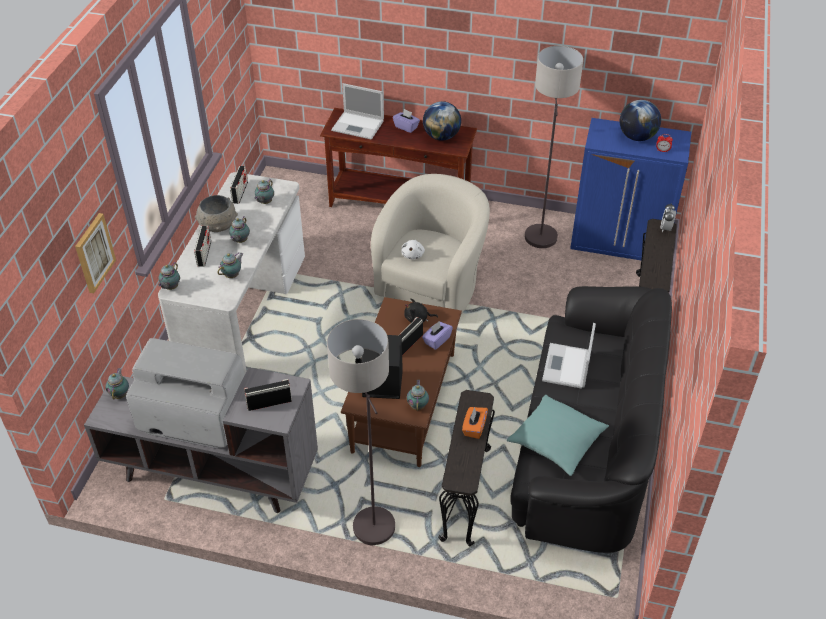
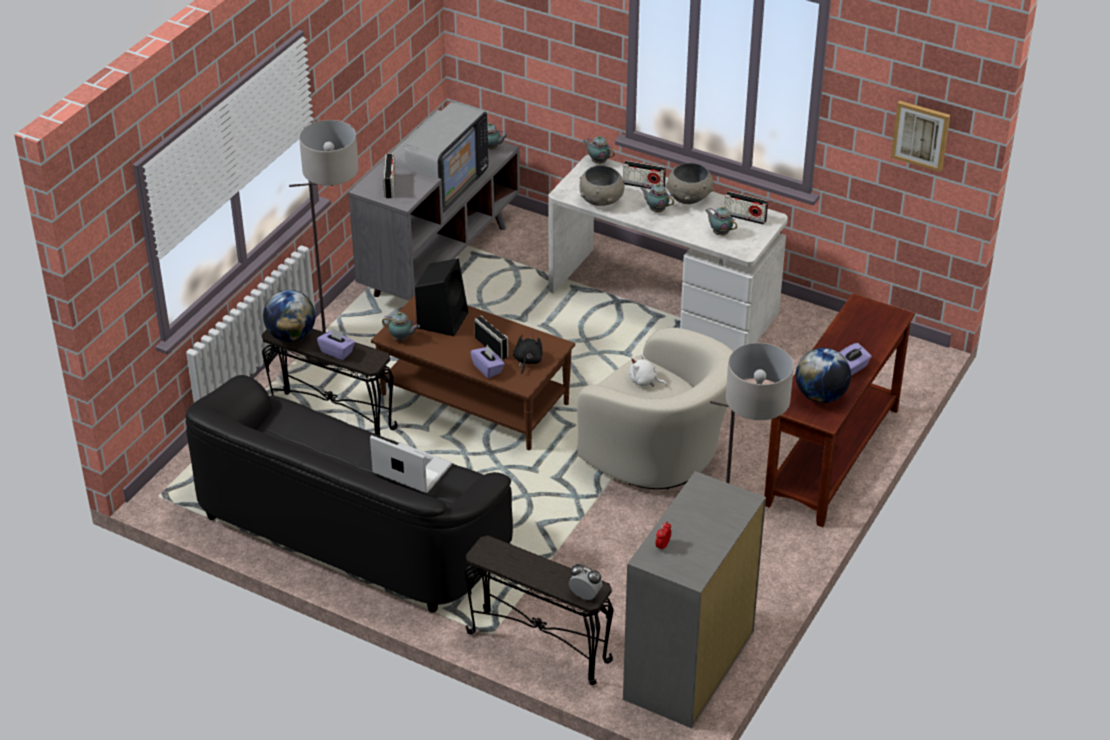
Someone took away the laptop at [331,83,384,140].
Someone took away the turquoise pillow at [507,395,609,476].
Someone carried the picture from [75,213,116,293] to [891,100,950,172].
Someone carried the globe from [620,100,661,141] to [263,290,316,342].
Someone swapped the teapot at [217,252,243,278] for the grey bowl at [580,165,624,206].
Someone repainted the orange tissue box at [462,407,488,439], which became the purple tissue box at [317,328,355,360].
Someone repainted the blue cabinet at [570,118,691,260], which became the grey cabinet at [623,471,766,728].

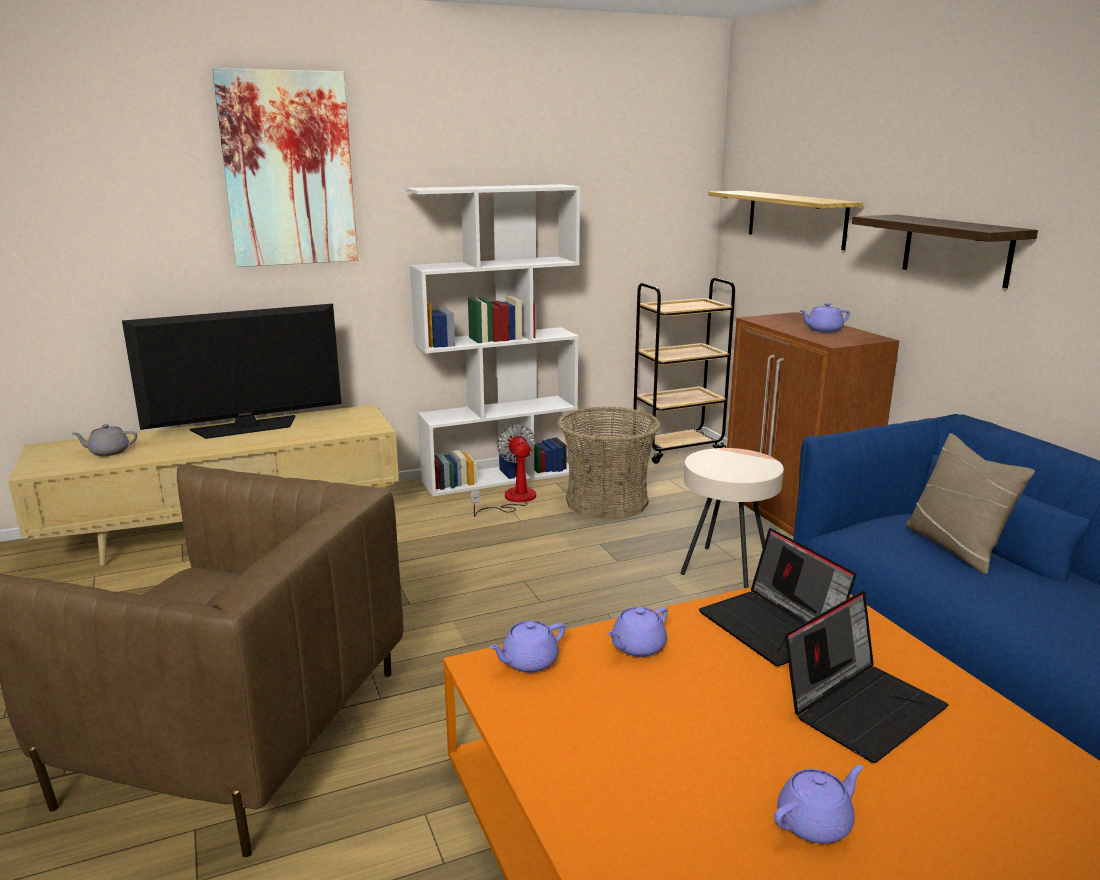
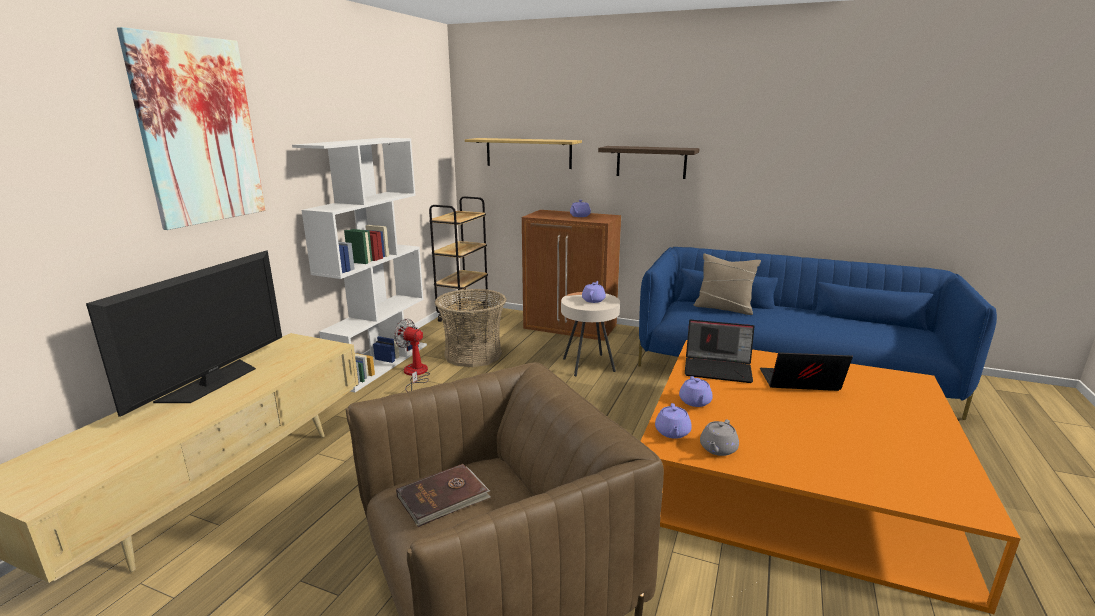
Someone put down the brown book at [396,464,491,527].
Someone carried the grey teapot from [71,424,137,456] to [700,420,739,456].
Someone carried the purple teapot from [774,765,864,844] to [582,281,606,303].
Someone rotated the laptop at [785,591,949,763] by 90 degrees counterclockwise.

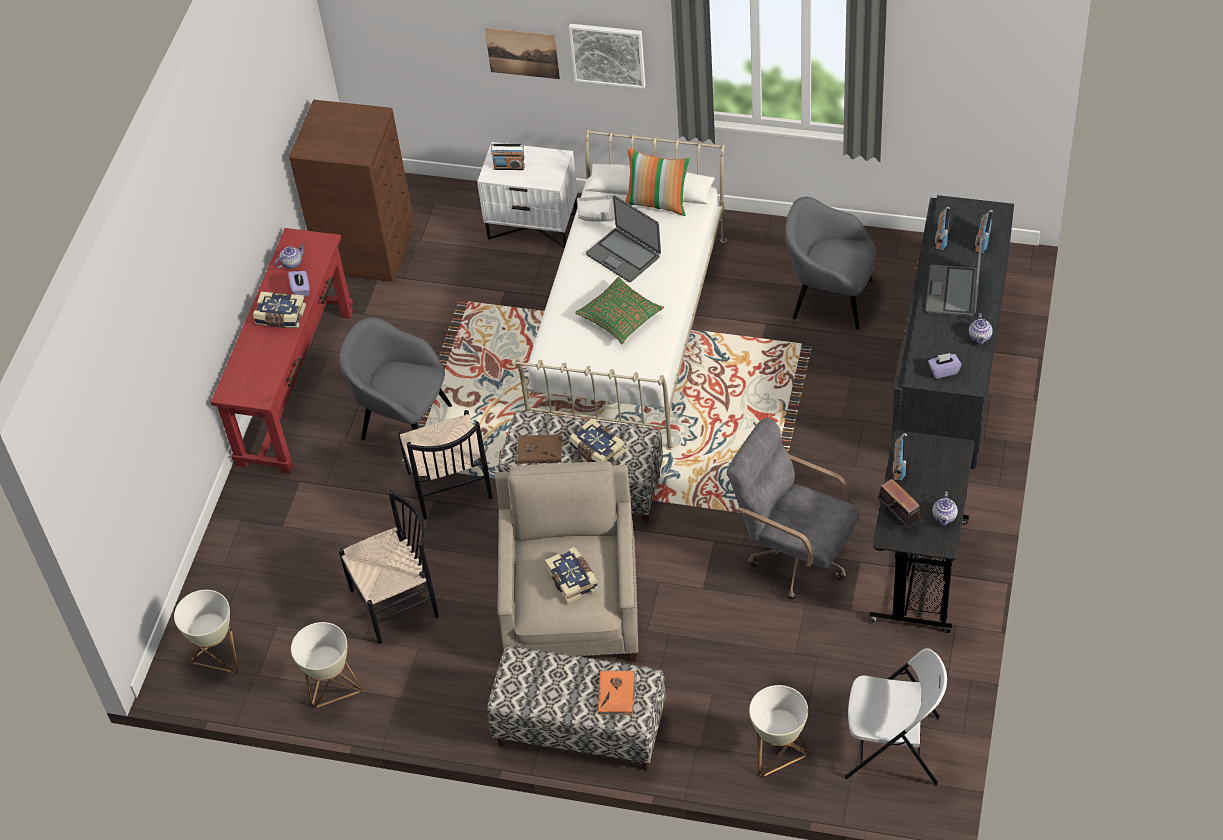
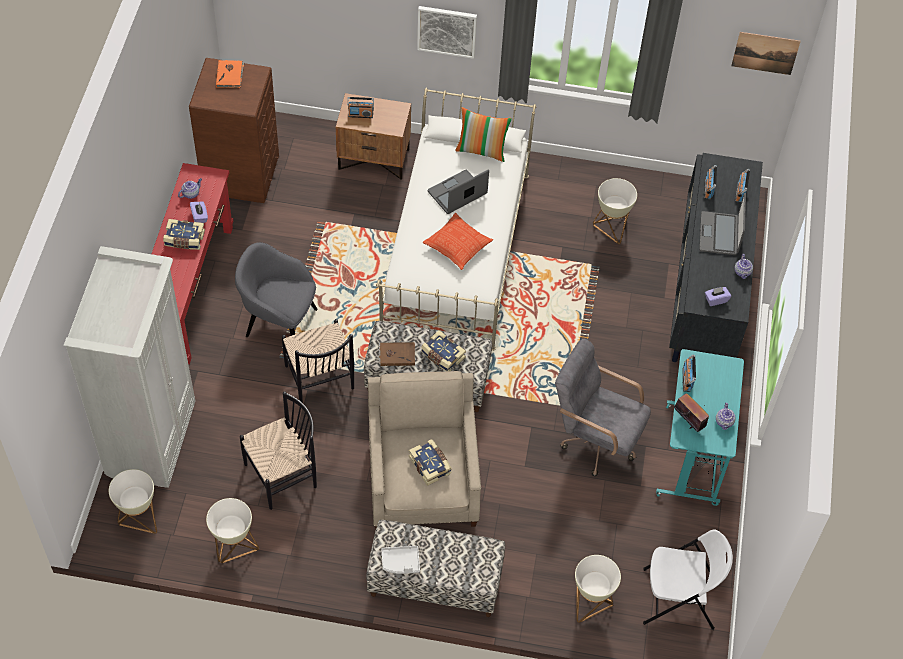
Someone put down the white wardrobe at [64,246,195,488].
Someone carried the picture from [485,28,560,79] to [731,32,801,75].
Someone carried the grey tray from [577,195,616,222] to [381,546,420,574].
Someone carried the orange book from [598,670,637,715] to [216,60,244,88].
Someone swapped the grey armchair at [785,196,876,330] for the planter at [593,178,637,244].
Someone repainted the white nightstand at [477,142,578,248], which became the brown nightstand at [336,93,411,180].
Someone repainted the green pillow at [575,277,664,344], which became the orange pillow at [423,213,493,270].
Someone repainted the black desk at [869,430,975,633], which became the turquoise desk at [656,349,744,506].
Someone rotated the laptop at [586,195,661,282] by 105 degrees clockwise.

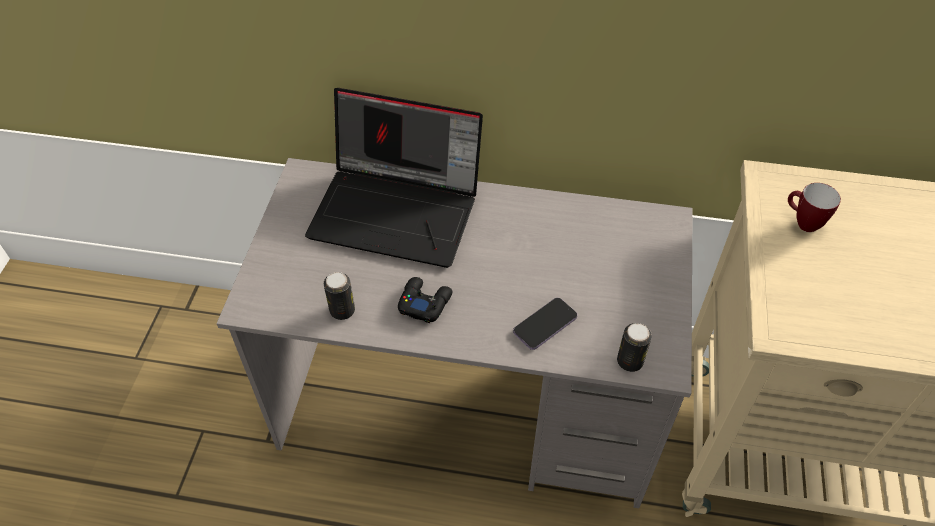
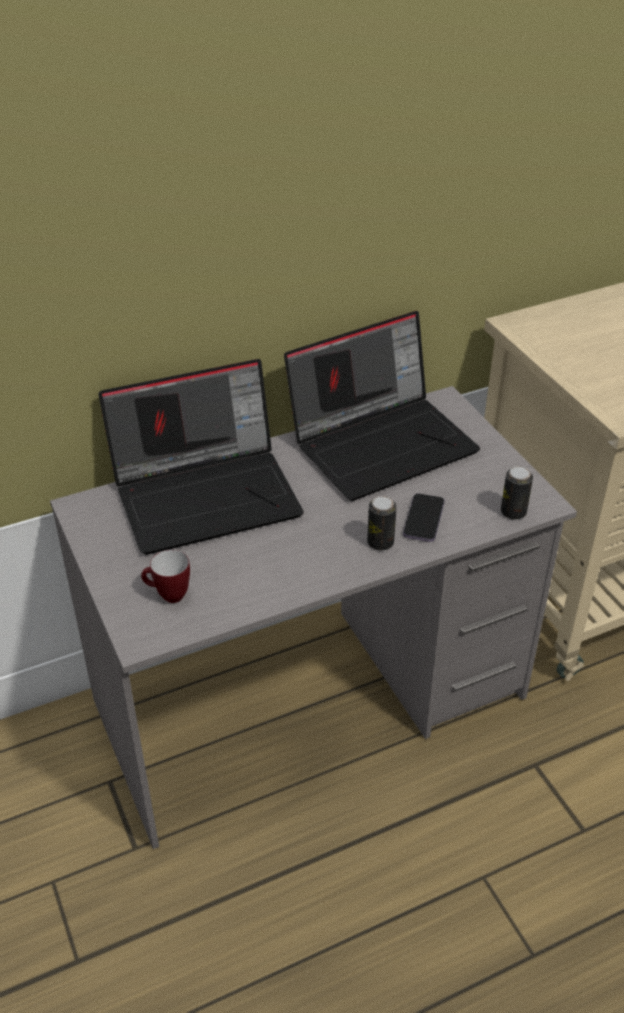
Someone took away the black game controller at [398,277,452,323].
Someone put down the laptop at [284,311,480,501].
Someone carried the can from [324,272,355,320] to [367,496,397,551].
Someone carried the mug from [788,183,841,232] to [141,550,190,603].

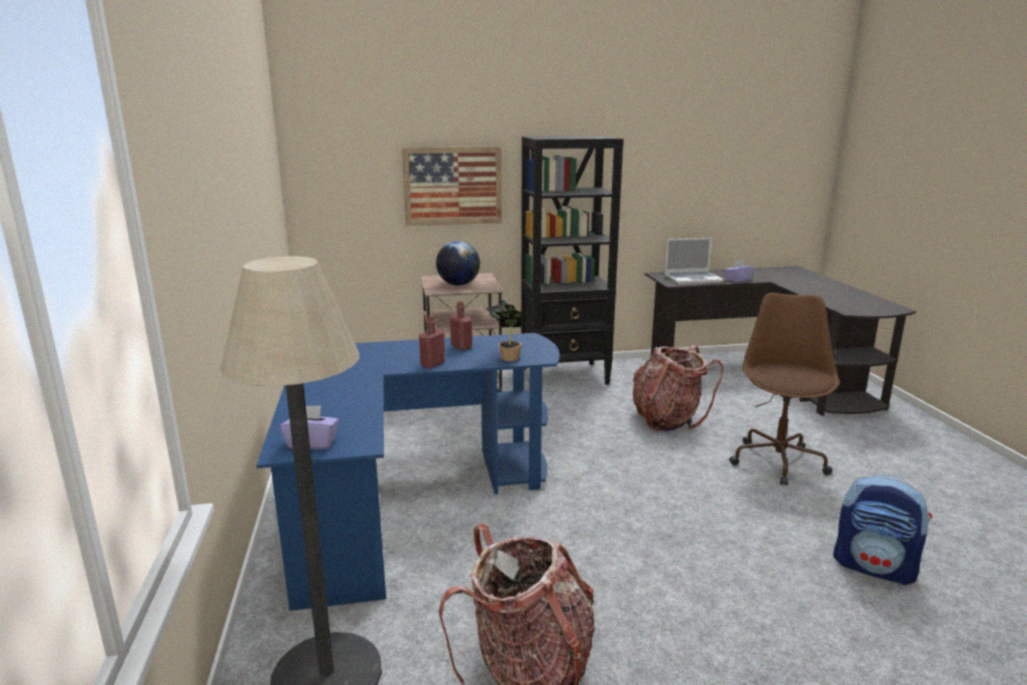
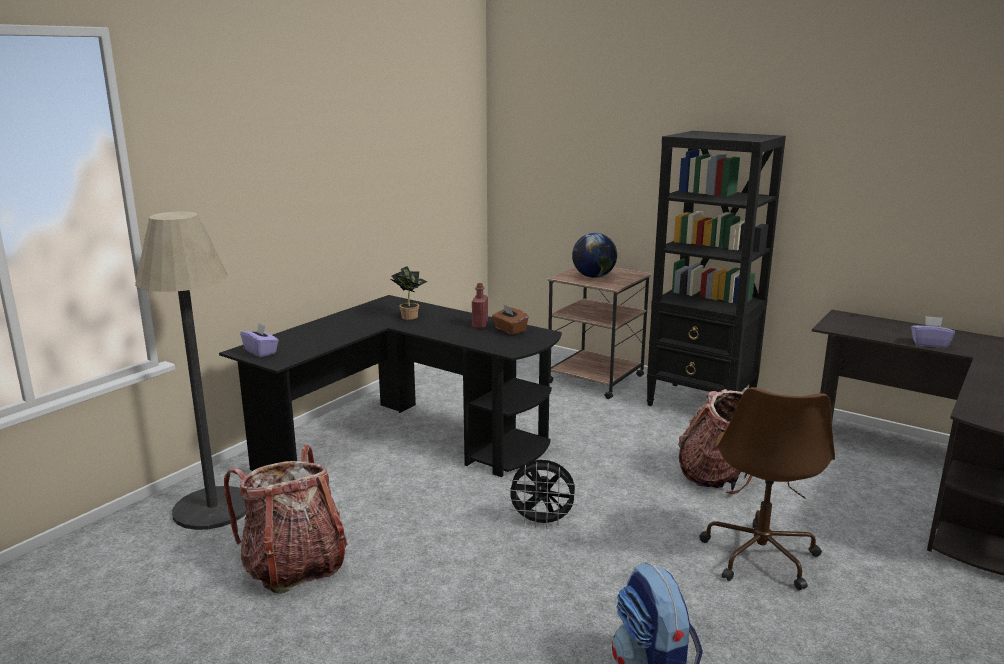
Someone took away the picture at [402,146,502,226].
Someone took away the red bottle at [419,315,445,368].
Someone took away the laptop at [664,238,724,284].
Someone put down the brown tissue box at [492,304,529,335].
Someone put down the black fan at [506,460,579,528].
Someone carried the potted plant from [486,300,528,361] to [391,266,428,320].
Someone repainted the blue desk at [256,333,559,611], which became the black desk at [219,295,562,477].
Someone rotated the brown office chair at [729,293,840,486] by 135 degrees clockwise.

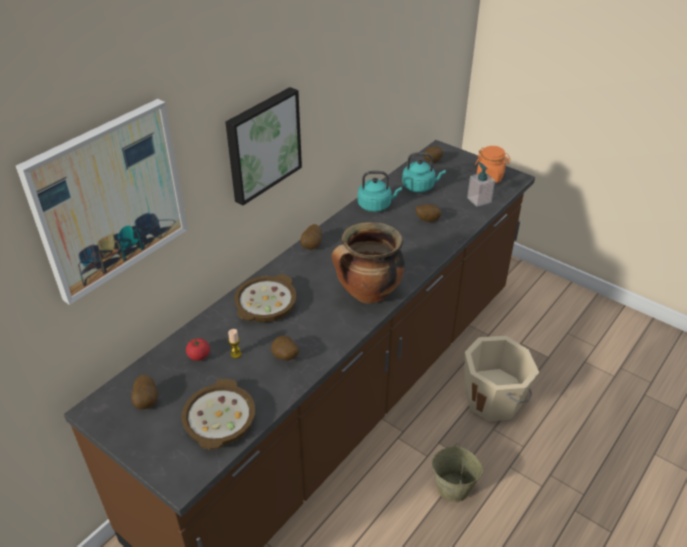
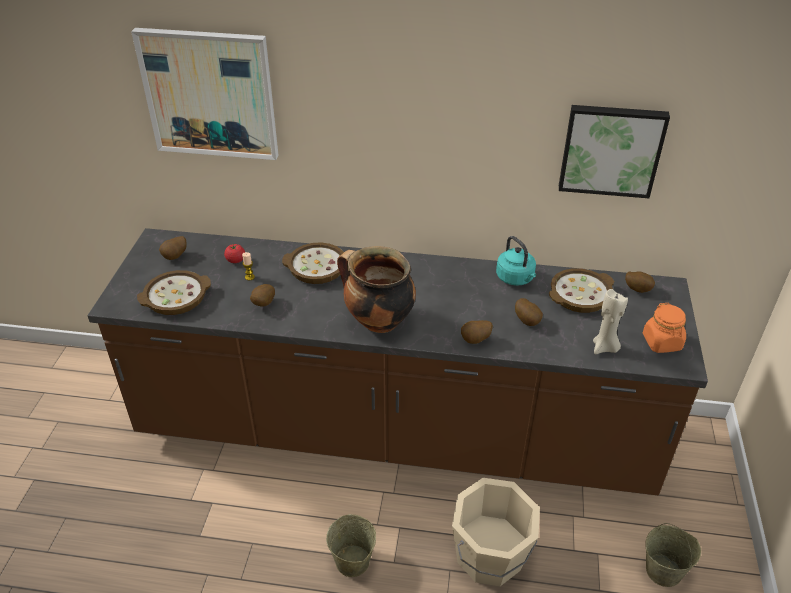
Someone put down the beige bucket at [645,523,701,587].
Someone carried the picture from [225,87,302,205] to [559,105,670,198].
Someone carried the potato from [301,224,322,250] to [461,320,493,344].
Someone swapped the turquoise kettle at [402,152,446,193] for the bowl at [549,268,615,313].
Someone swapped the soap dispenser at [467,162,495,207] for the beige candle at [593,289,628,354].

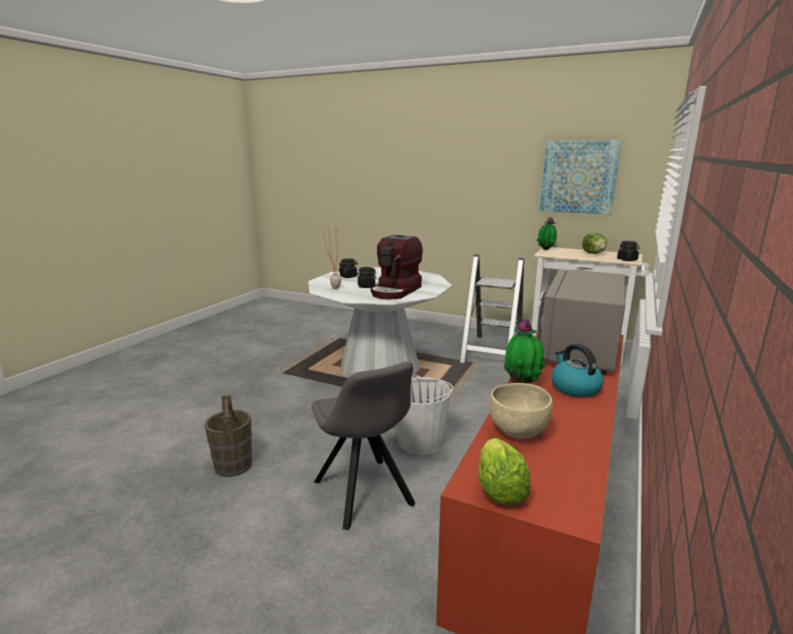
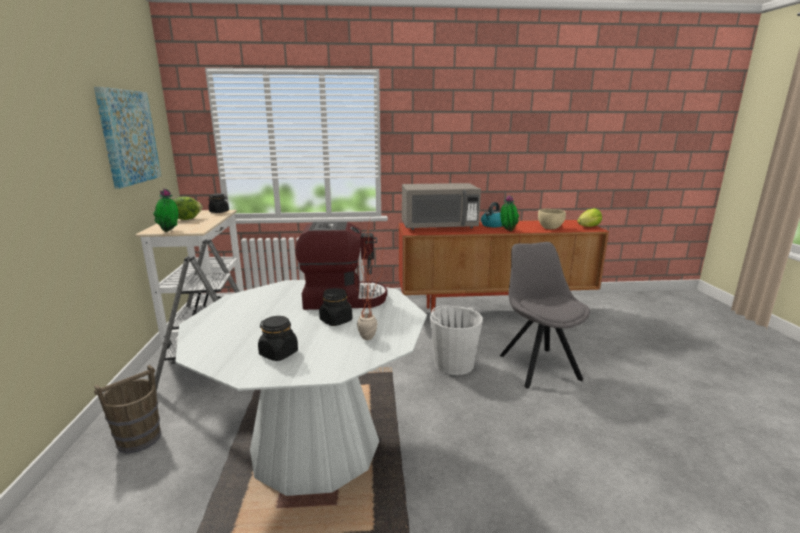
Someone carried the brown bucket from [204,395,252,477] to [94,365,161,454].
Someone rotated the grey chair at [312,362,415,530] by 45 degrees counterclockwise.

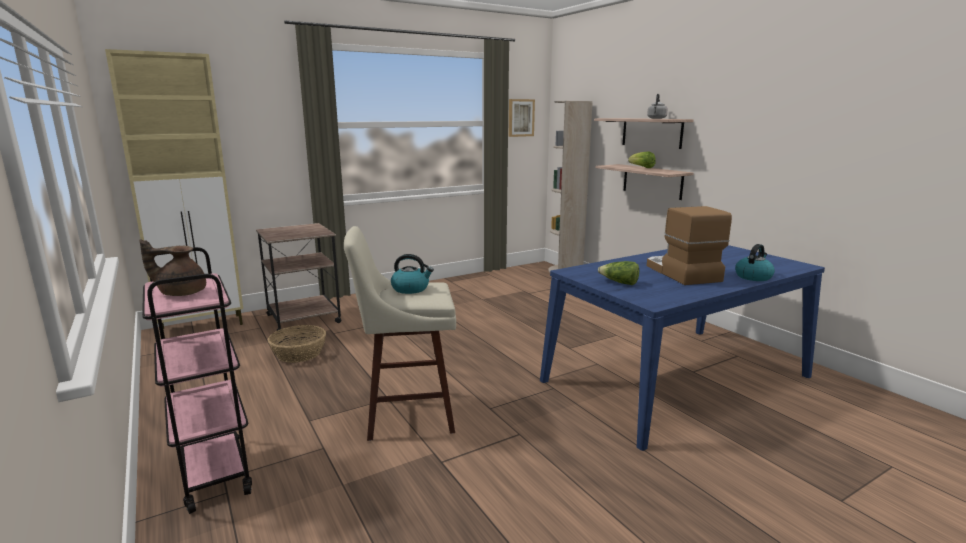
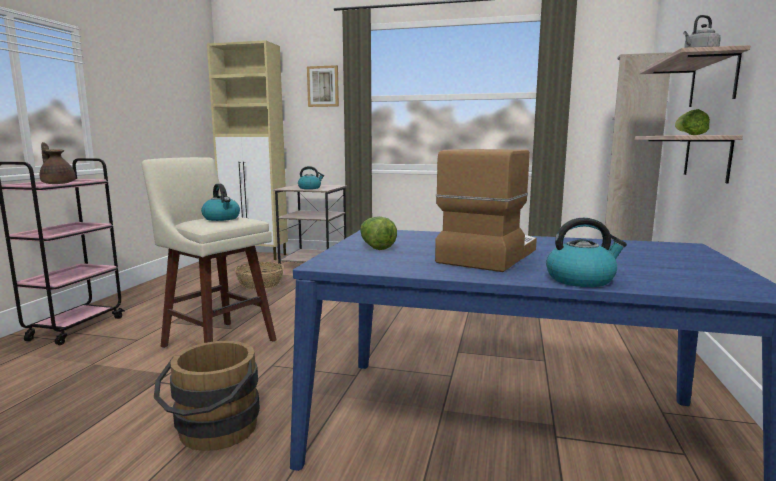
Someone put down the brown bucket at [154,341,260,451].
Someone put down the kettle at [298,166,324,189].
Someone carried the picture from [509,99,535,137] to [307,65,339,107].

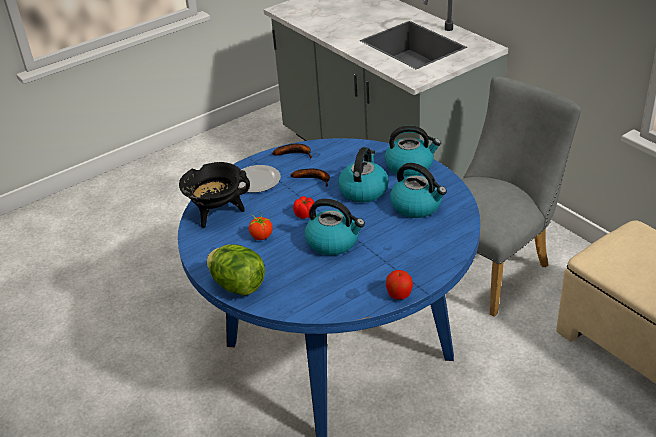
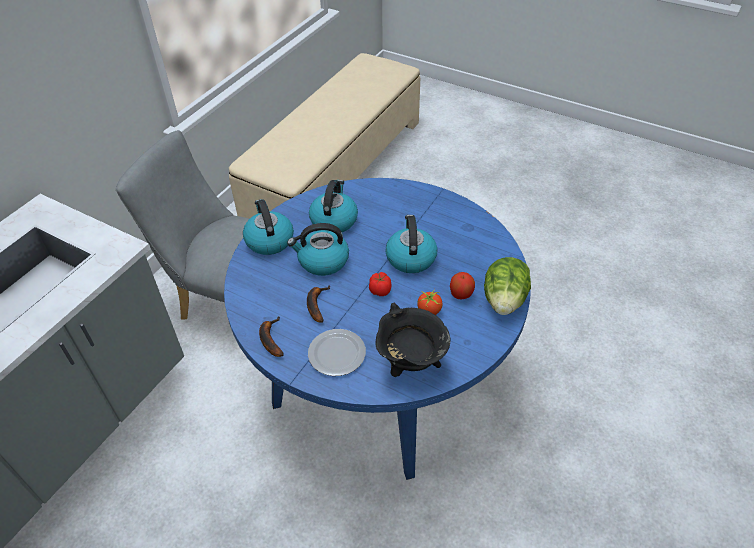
Someone carried the apple from [386,270,413,300] to [450,272,475,299].

